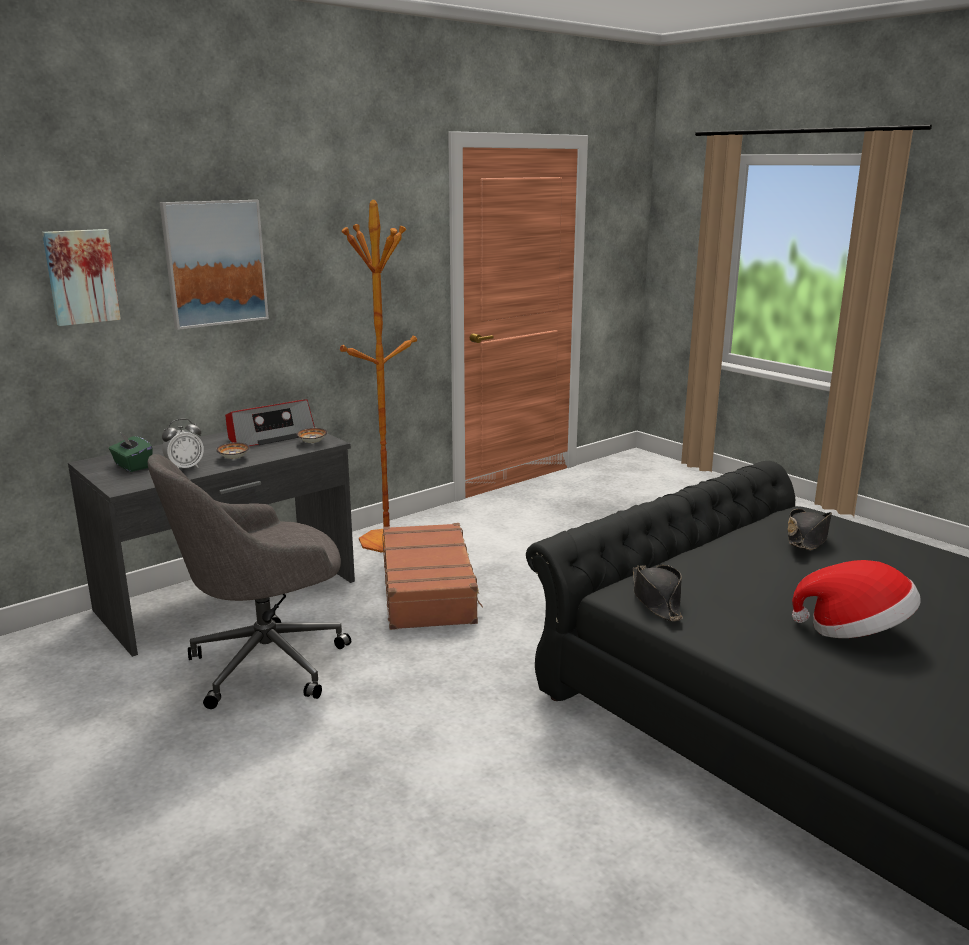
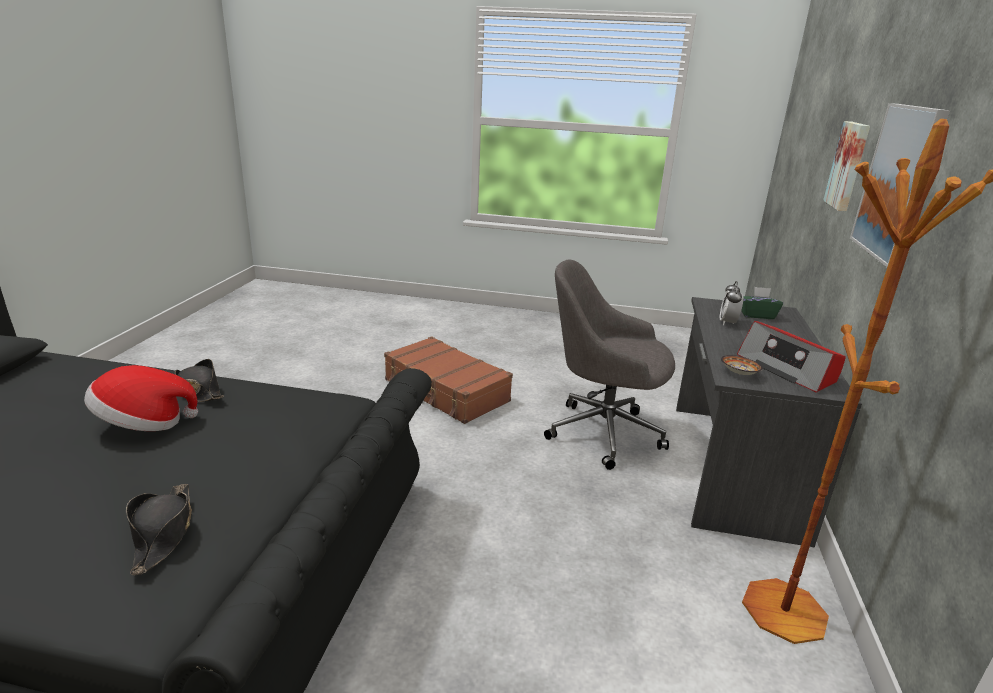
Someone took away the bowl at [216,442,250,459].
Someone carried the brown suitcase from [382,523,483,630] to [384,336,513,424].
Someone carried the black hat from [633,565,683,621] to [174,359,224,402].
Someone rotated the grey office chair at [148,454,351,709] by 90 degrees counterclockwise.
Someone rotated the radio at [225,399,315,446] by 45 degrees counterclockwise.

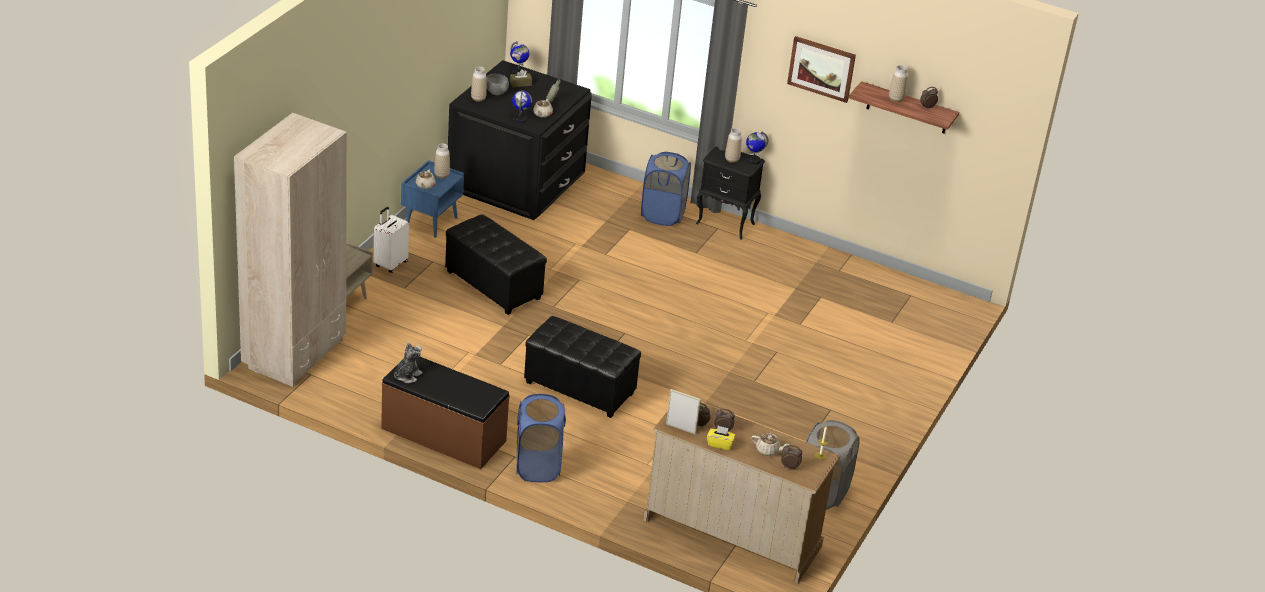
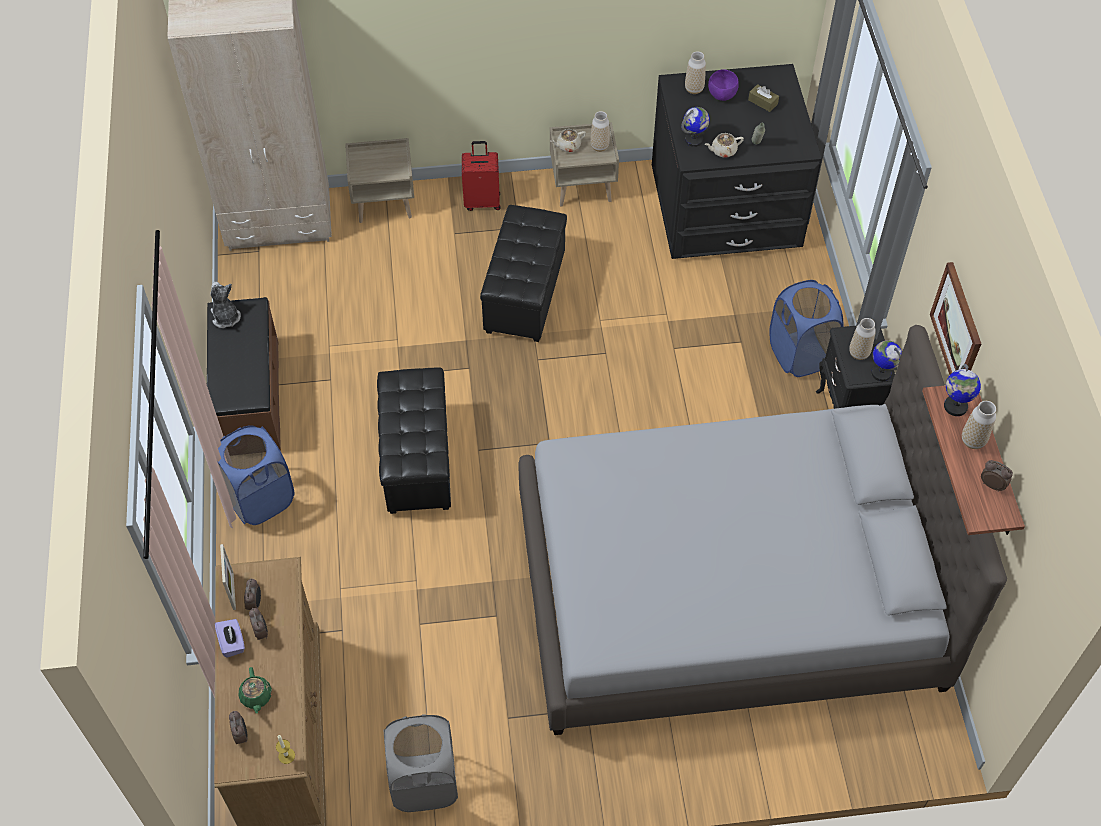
Someone put down the grey bed at [518,325,1007,735].
Someone carried the globe from [510,41,529,74] to [944,364,981,416].
Someone repainted the white suitcase at [374,207,409,273], which became the red suitcase at [462,141,500,211].
Someone repainted the blue nightstand at [401,160,464,238], which became the beige nightstand at [550,122,619,206].
Someone repainted the grey bowl at [486,74,509,95], which became the purple bowl at [708,69,739,101].
Someone repainted the yellow tissue box at [707,426,735,450], which became the purple tissue box at [215,619,245,658].
Someone repainted the beige teapot at [752,433,789,456], which became the green teapot at [238,667,272,714].
Someone rotated the plush toy at [394,343,423,383] by 120 degrees counterclockwise.

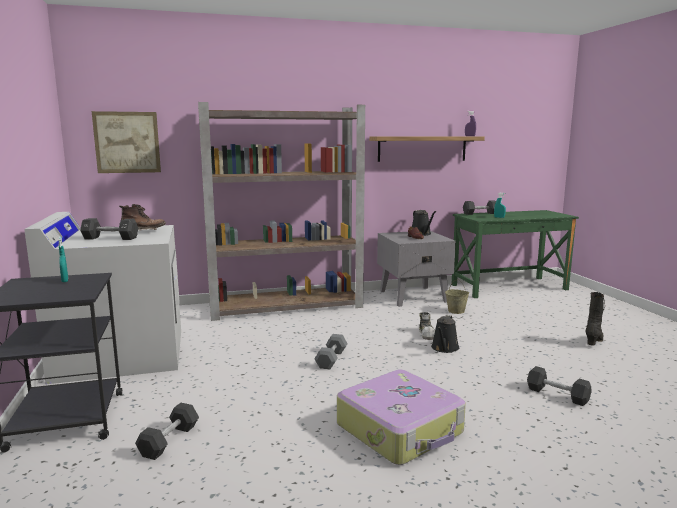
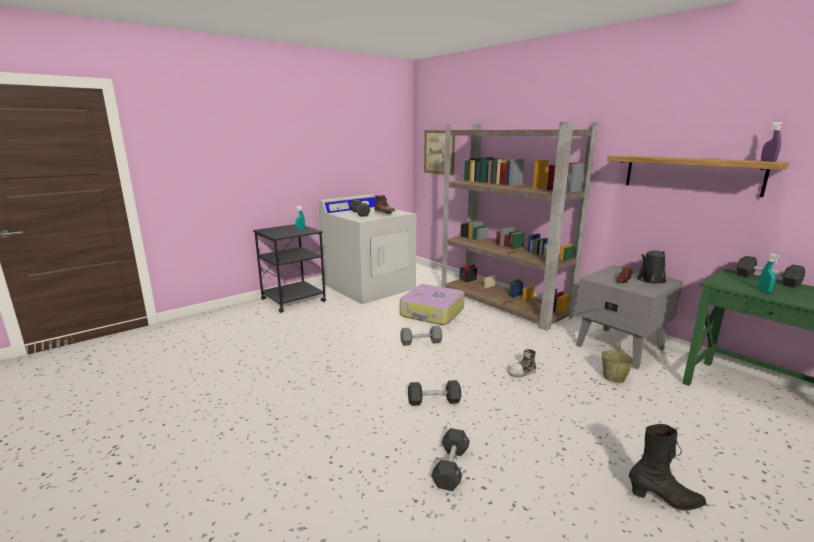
Someone took away the black watering can at [431,315,459,353].
Someone carried the black dumbbell from [135,403,199,460] to [408,380,461,406].
Someone carried the suitcase from [337,370,466,465] to [400,284,465,325].

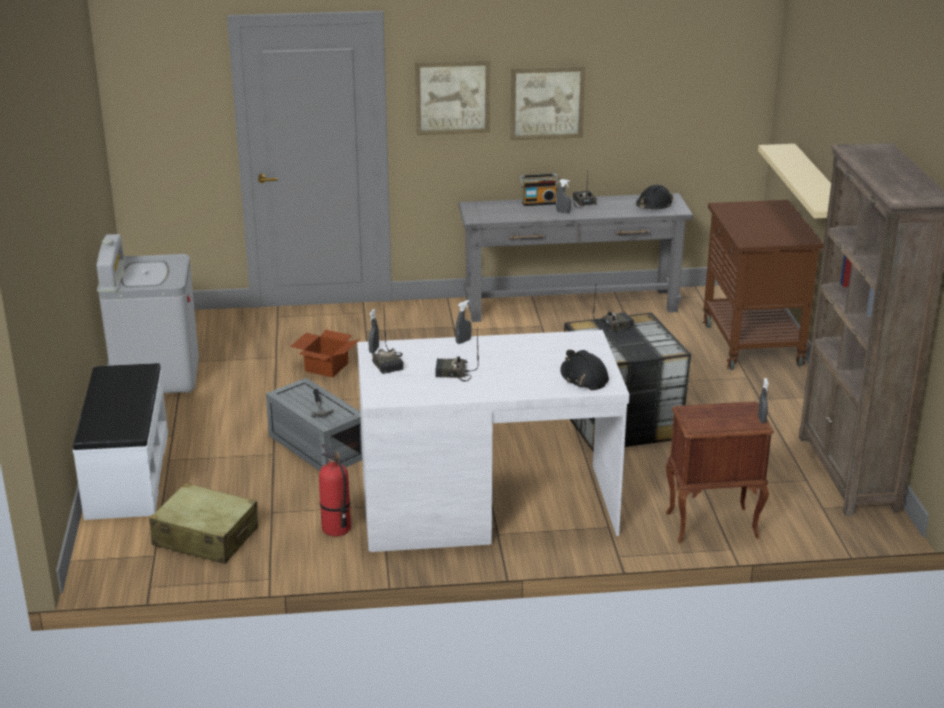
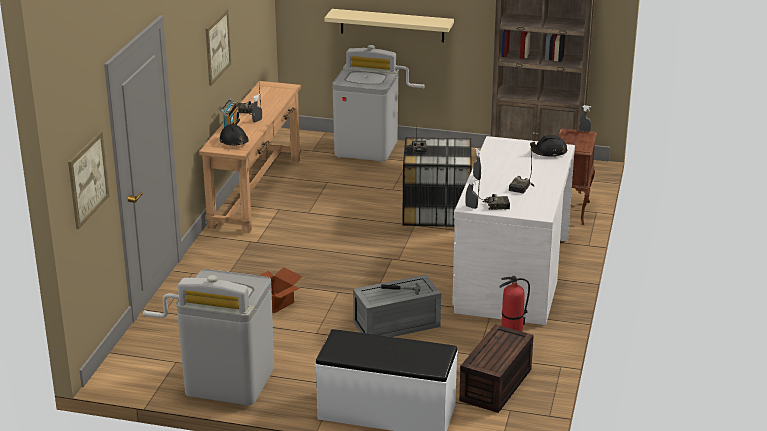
Someone carried the picture from [415,60,490,135] to [68,131,109,229].
Someone carried the black hard hat from [636,185,674,210] to [220,124,249,146].
Someone swapped the beige suitcase at [149,483,258,564] for the brown storage box at [459,324,534,413].
Someone swapped the brown cart at [703,200,824,370] for the grey washing machine at [333,45,425,162].
Someone repainted the grey console table at [459,193,693,322], which became the brown console table at [199,81,301,233].

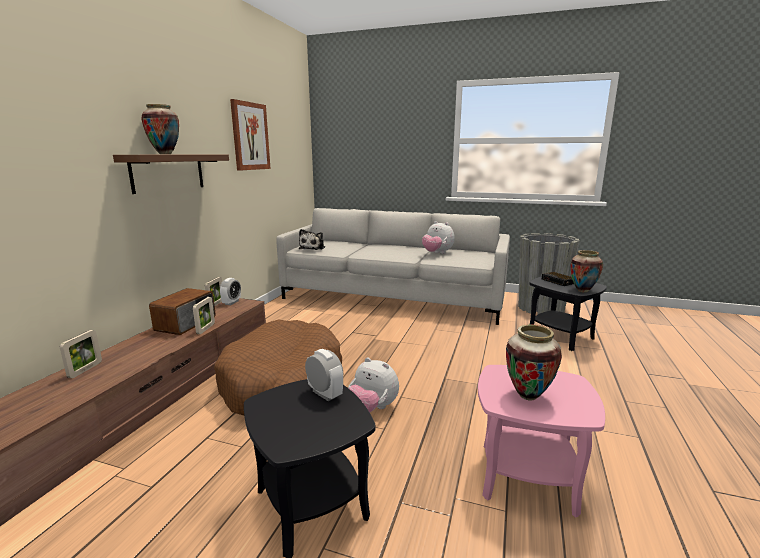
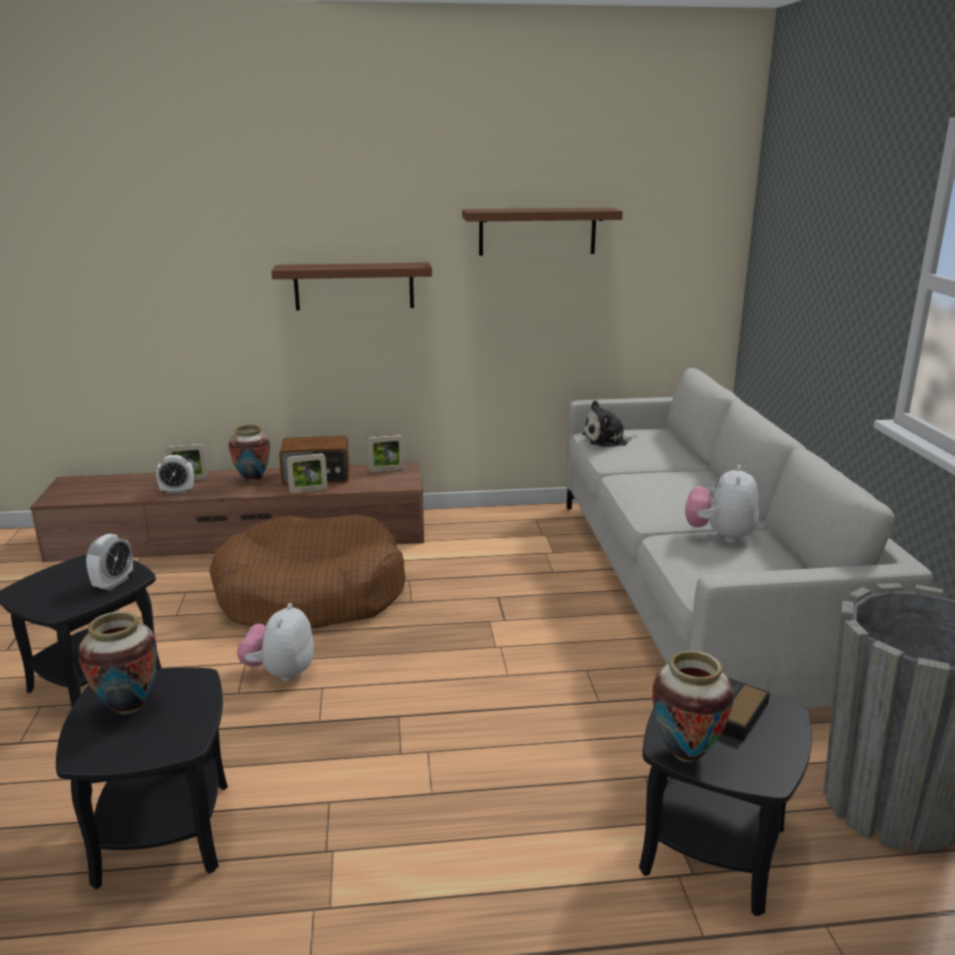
Someone carried the vase from [142,104,179,154] to [229,425,270,483].
Someone carried the alarm clock from [220,278,241,305] to [156,455,194,494].
Someone swapped the picture at [230,99,271,171] for the brown shelf at [462,208,623,256].
Someone repainted the pink side table at [478,365,605,518], which became the black side table at [56,668,228,890].

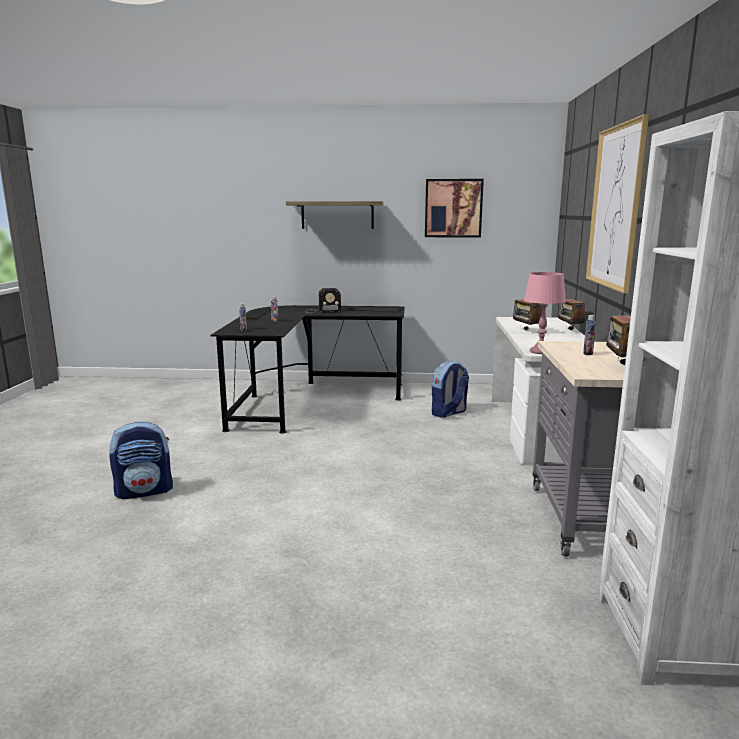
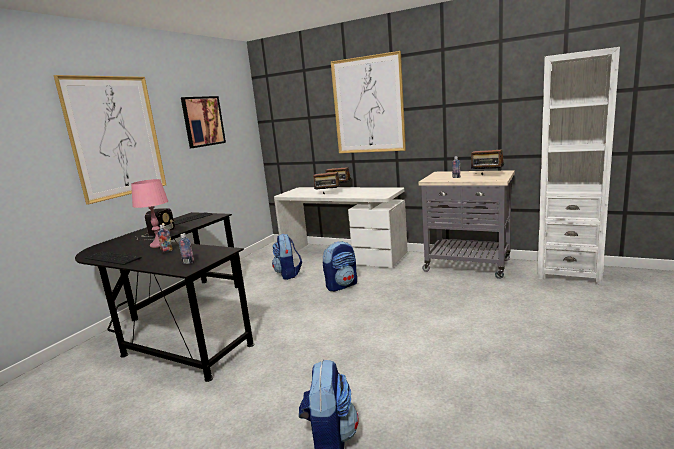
Someone put down the backpack at [323,241,357,291].
Someone carried the pink table lamp from [524,272,566,354] to [131,179,168,248].
Someone swapped the shelf at [286,201,384,229] for the picture at [53,75,166,205].

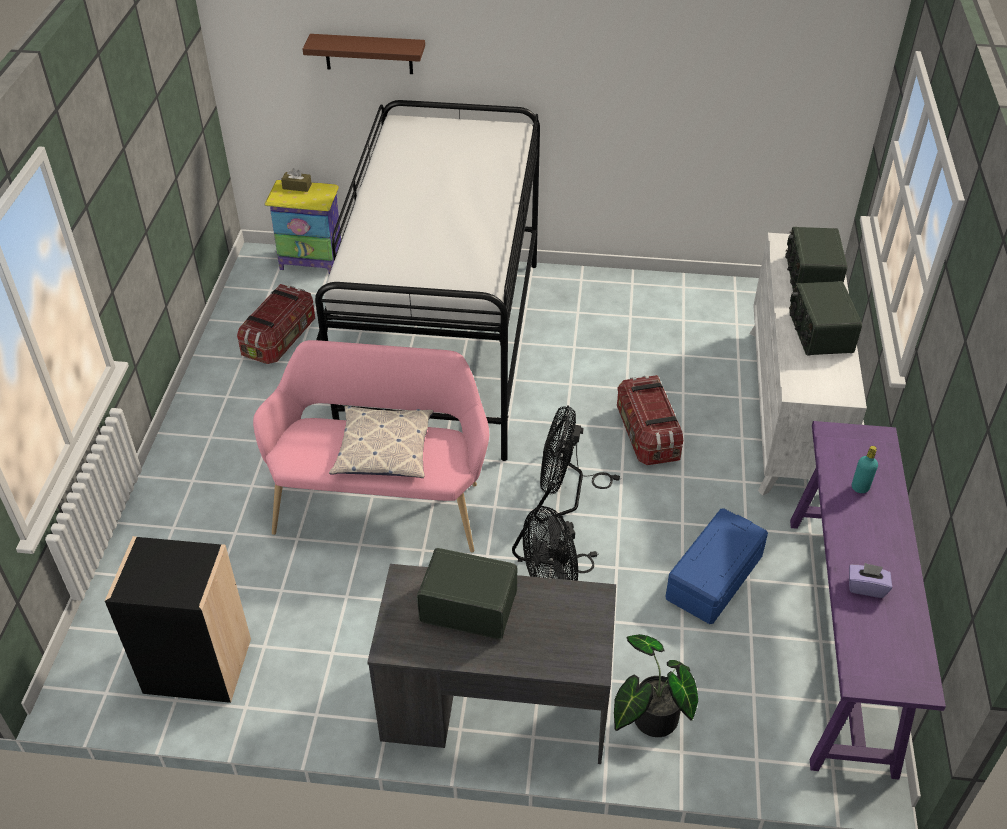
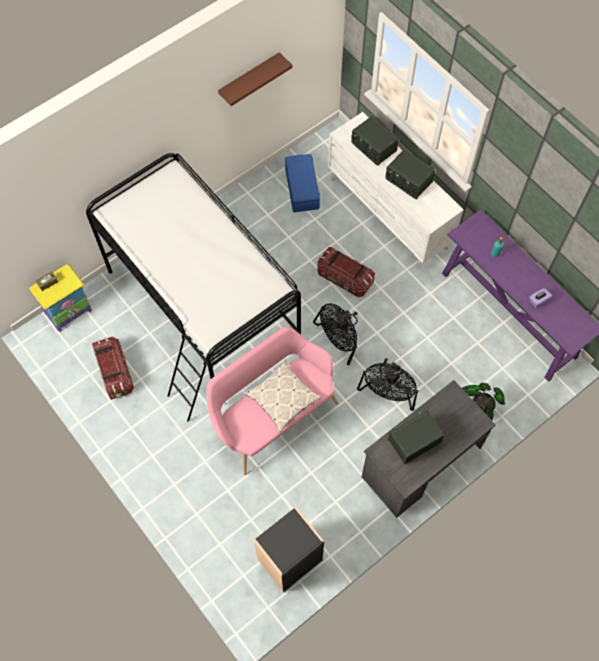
Someone carried the brown shelf from [303,34,425,74] to [218,52,292,106].
Someone carried the blue storage box from [665,508,768,624] to [285,154,320,212].

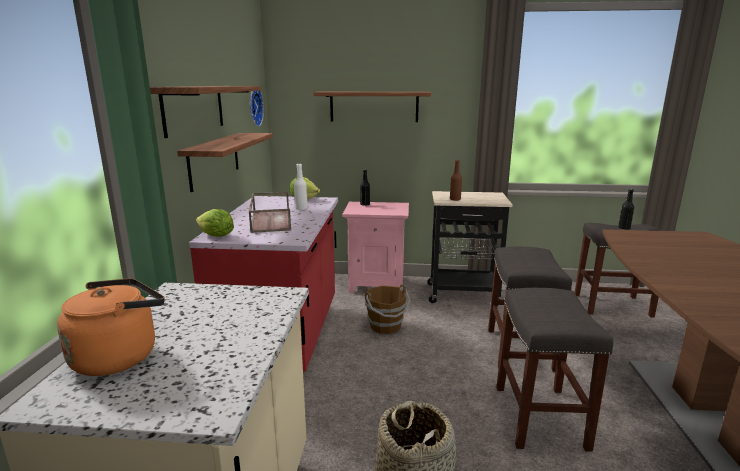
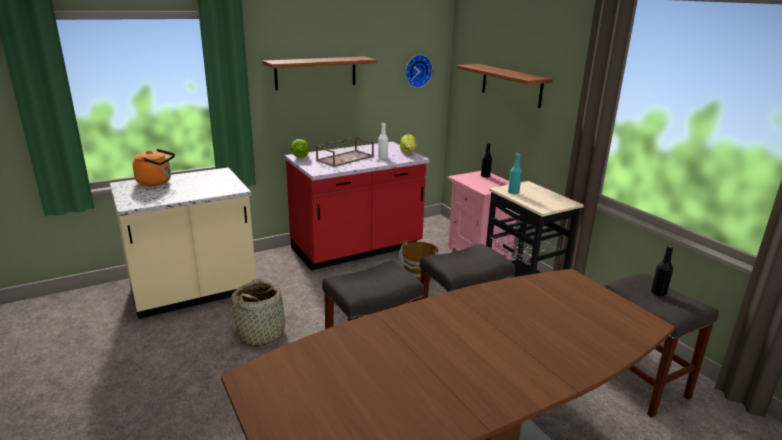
Someone took away the shelf at [177,133,273,192].
Someone repainted the brown bottle at [450,160,462,201], which became the turquoise bottle at [508,153,522,194].

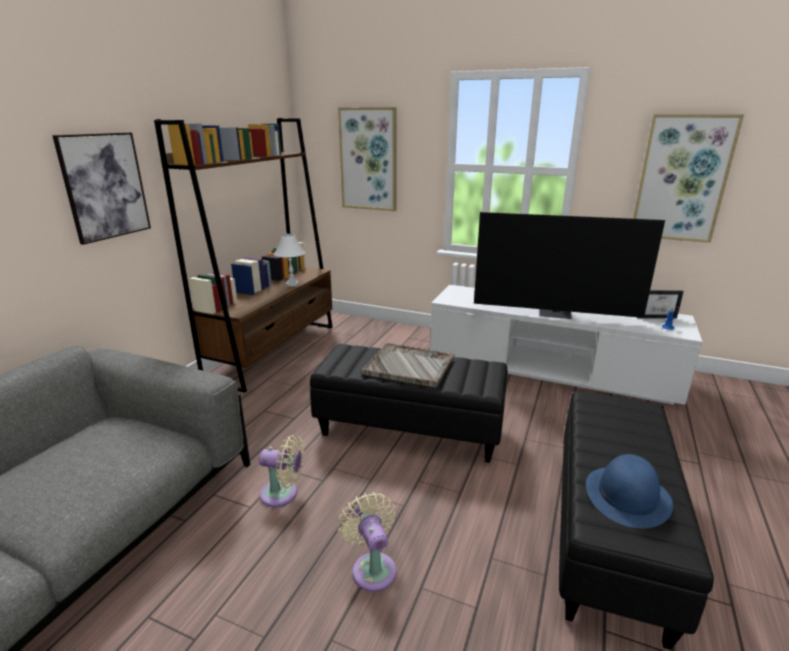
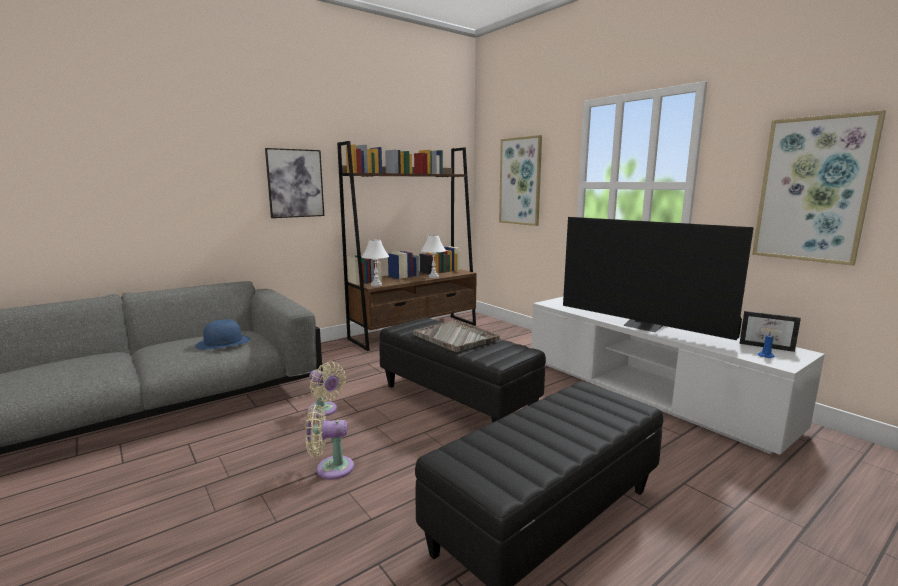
Someone put down the white table lamp at [362,240,389,287].
Someone carried the blue hat from [586,454,673,528] to [195,319,250,350].
Someone rotated the beige fan at [338,492,396,592] by 105 degrees counterclockwise.

